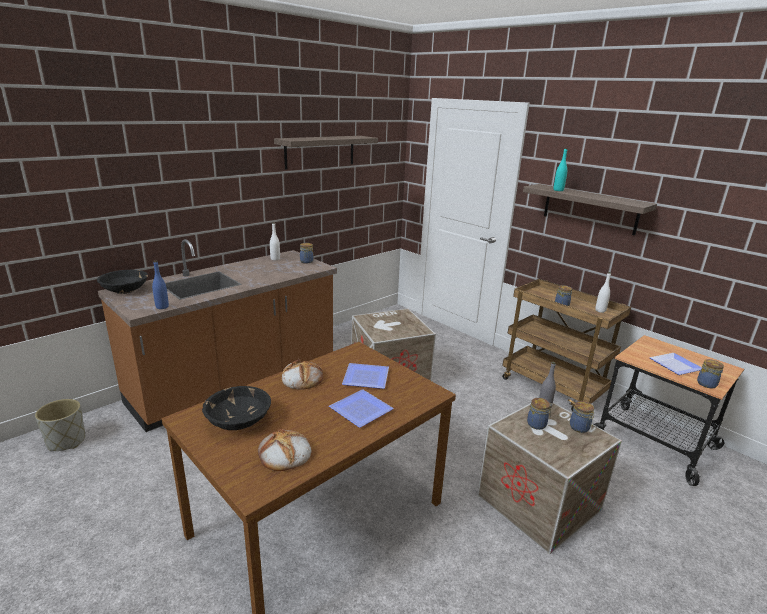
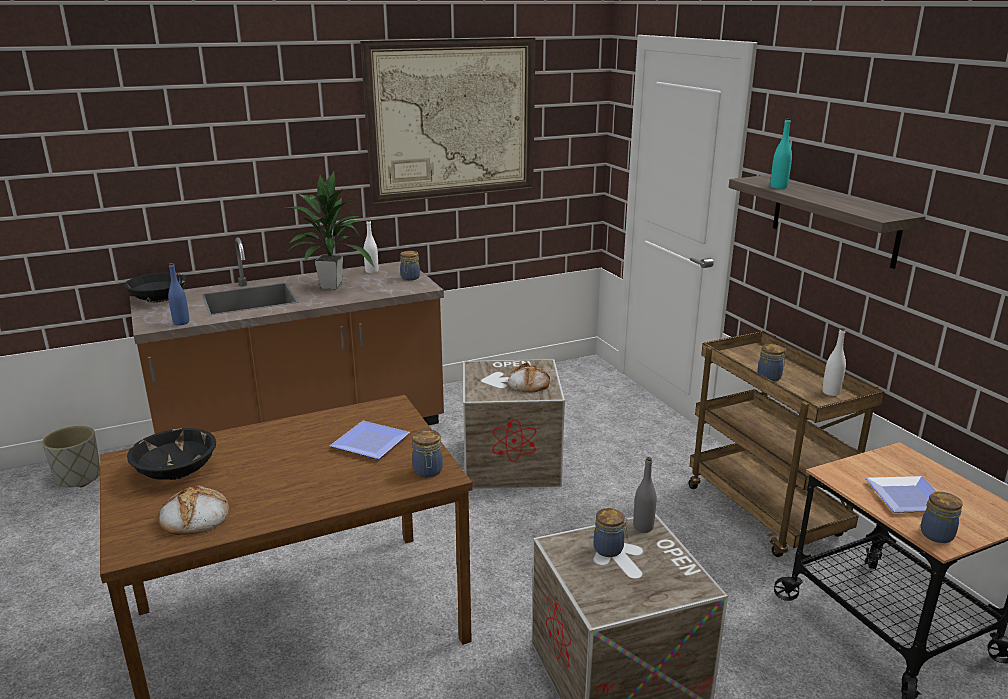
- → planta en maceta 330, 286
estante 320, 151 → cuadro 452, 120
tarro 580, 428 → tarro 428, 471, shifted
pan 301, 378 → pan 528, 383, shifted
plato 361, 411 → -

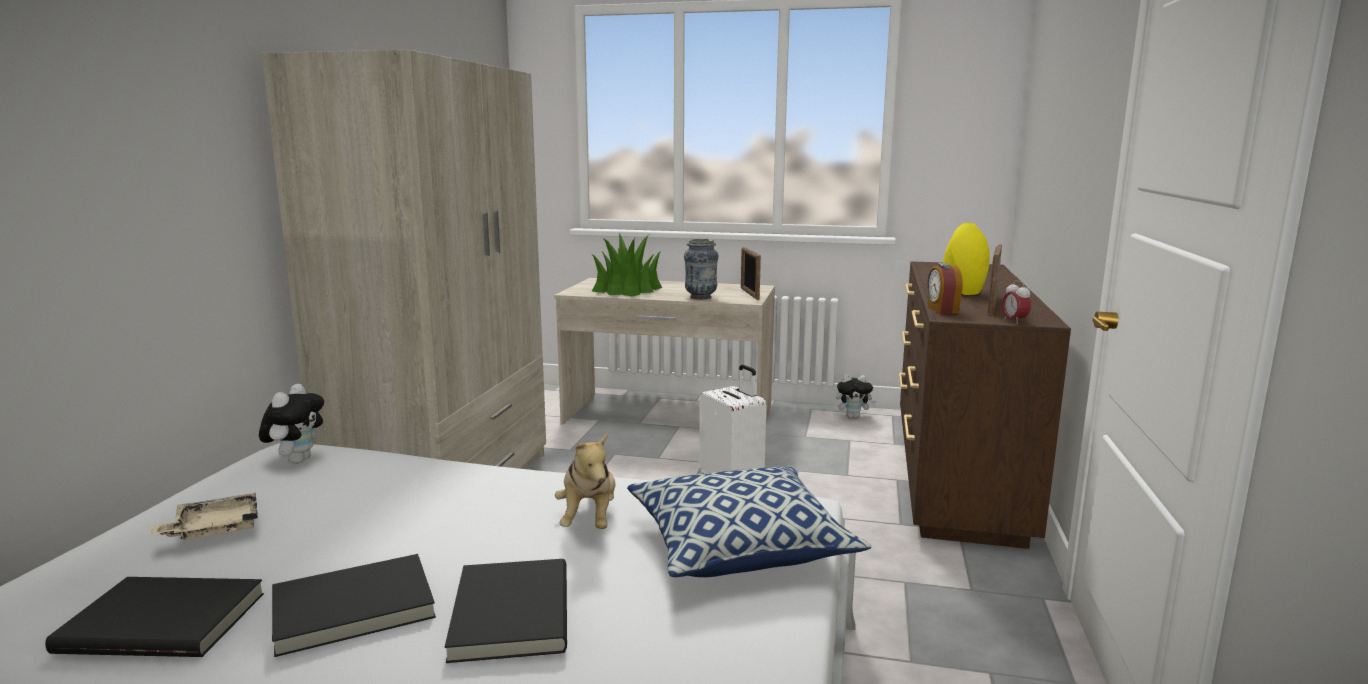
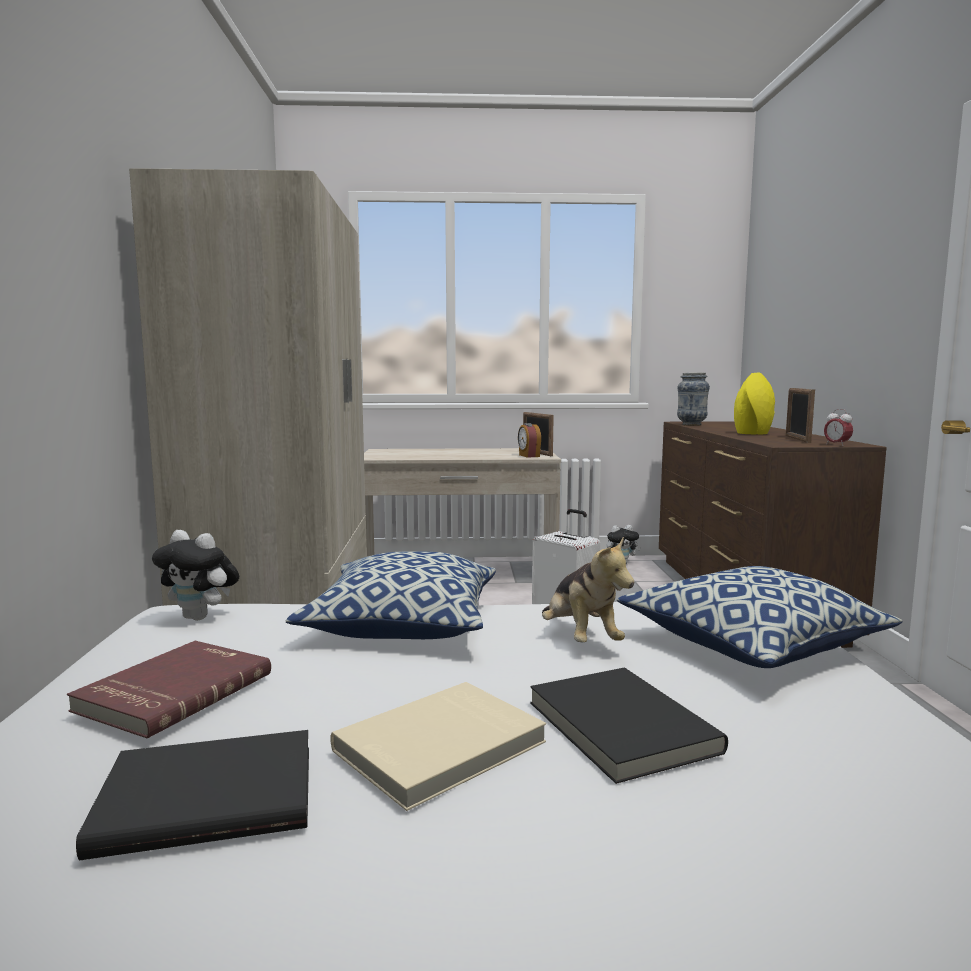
bandeja [beis] 214, 529 → libro [rojo] 173, 691
peluche 297, 460 → peluche 201, 617, 120 degrees clockwise
- → cojín 403, 624
libro [negro] 353, 609 → libro [beis] 442, 748
despertador 942, 310 → despertador 528, 456, shifted
florero 700, 297 → florero 691, 425, shifted
planta en maceta 627, 289 → -

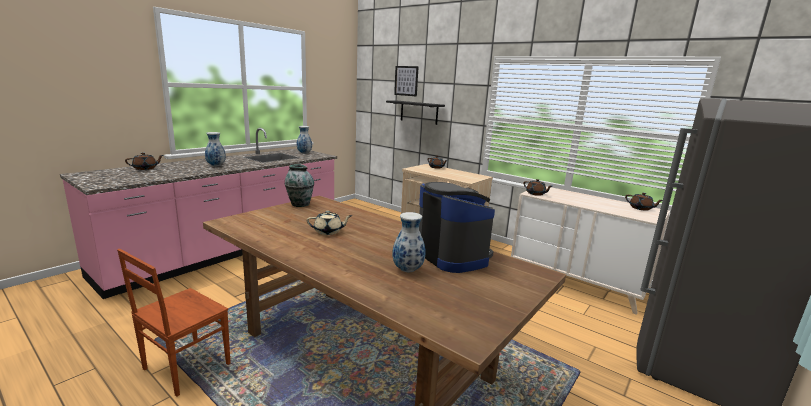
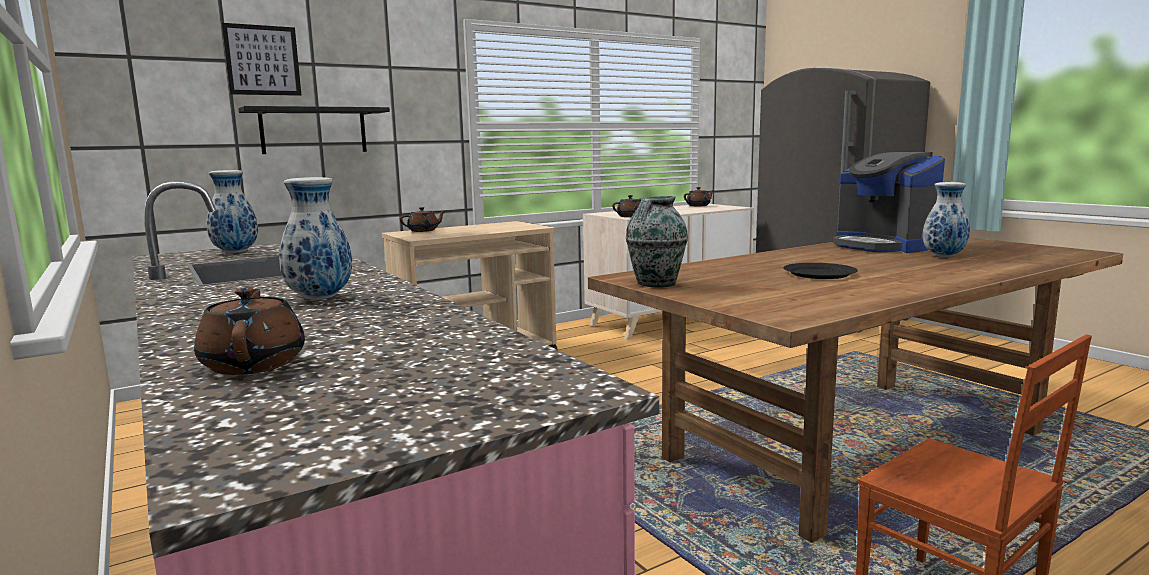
tetera [beis] 328, 231 → plato [negro] 819, 273
cafetera 453, 256 → cafetera 883, 246, 105 degrees counterclockwise

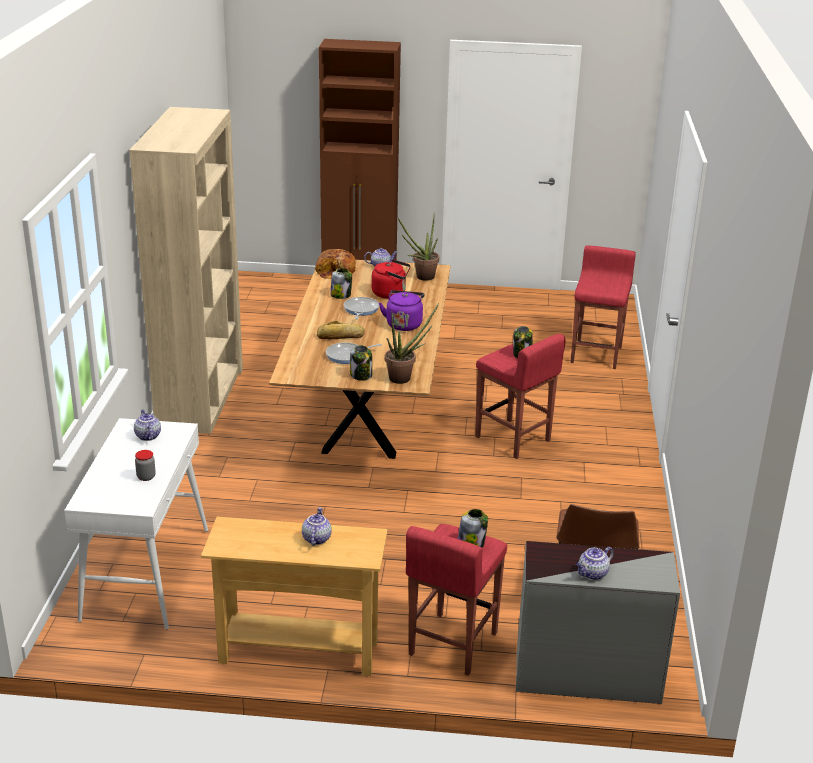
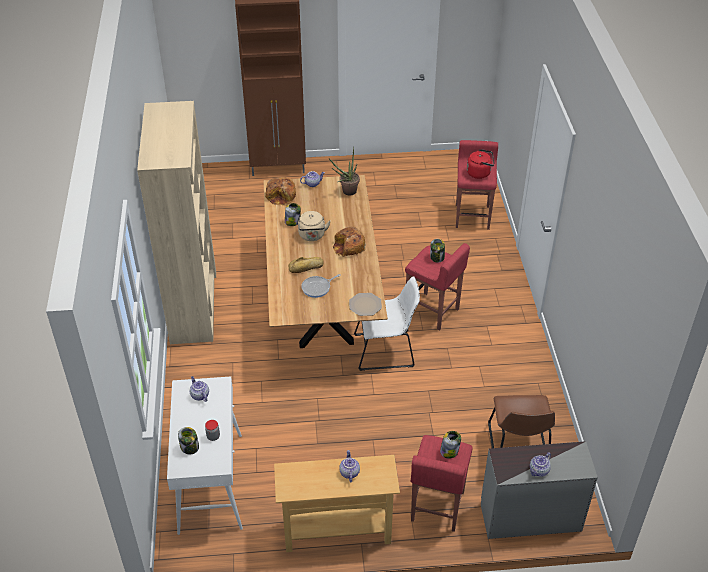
tarro 361, 375 → tarro 190, 447, shifted
sartén 360, 310 → hervidor [beis] 312, 236
hervidor [morado] 404, 324 → pan 348, 247
planta en maceta 404, 378 → plato 365, 305
- → silla [blanco] 387, 350
hervidor [rojo] 391, 294 → hervidor [rojo] 480, 173, shifted

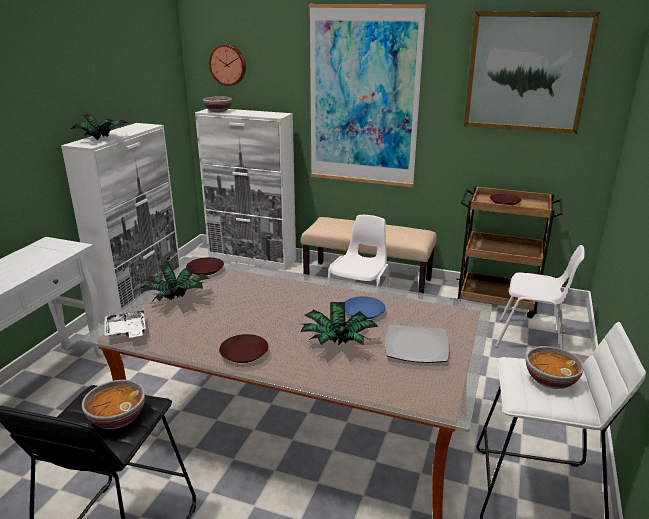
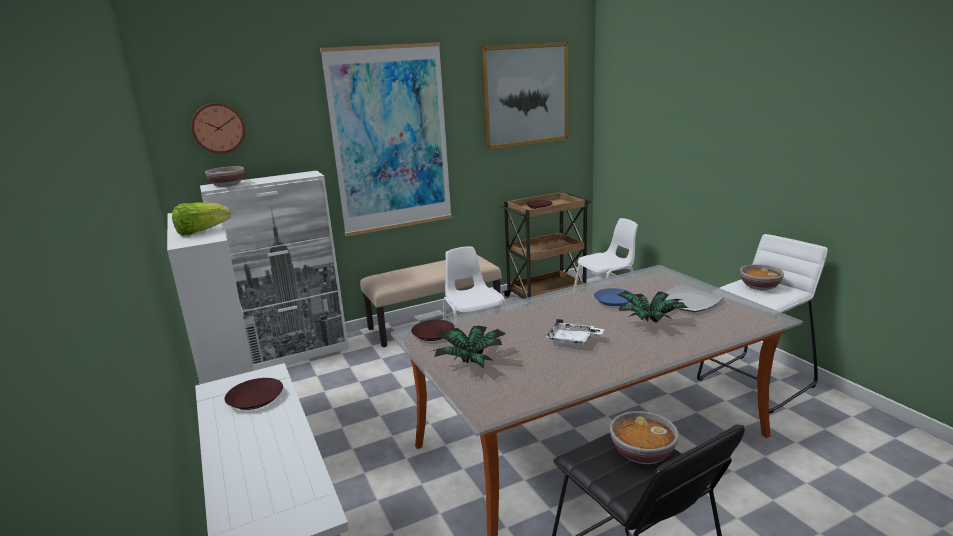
planta en maceta 102, 139 → lechuga 201, 232
plato [marrón] 244, 352 → plato [marrón] 255, 398, shifted
bandeja [blanco] 126, 332 → bandeja [blanco] 572, 340, shifted

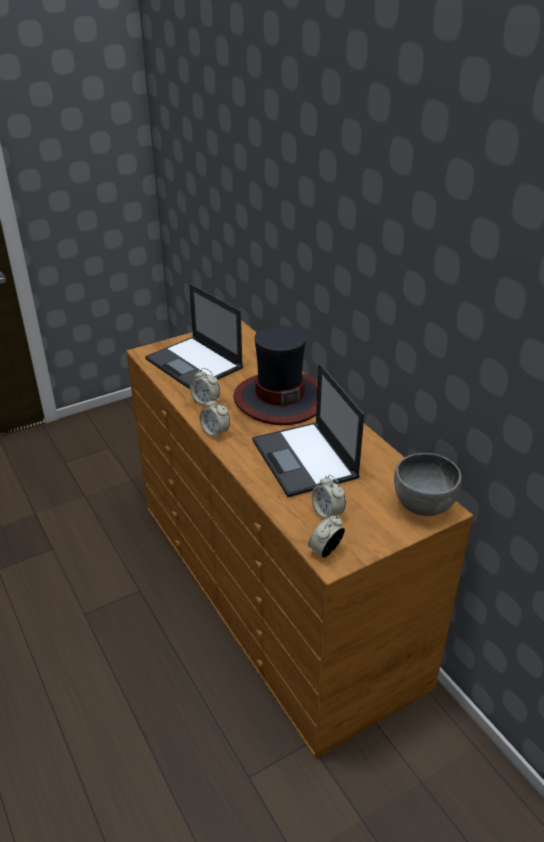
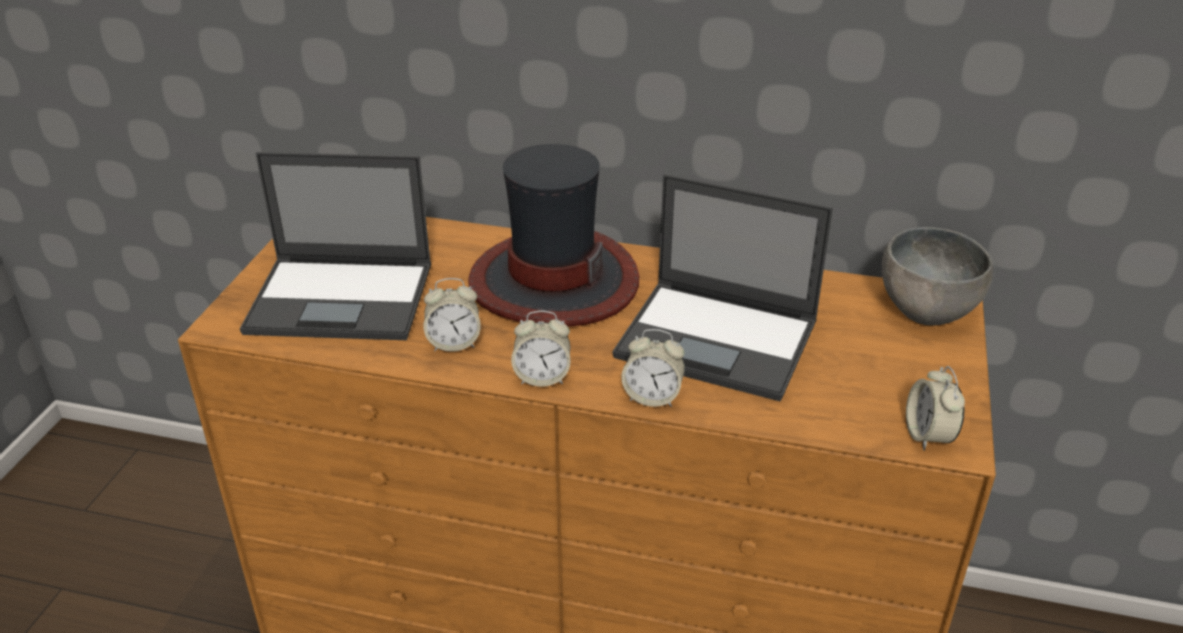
despertador 327, 513 → despertador 652, 397, shifted

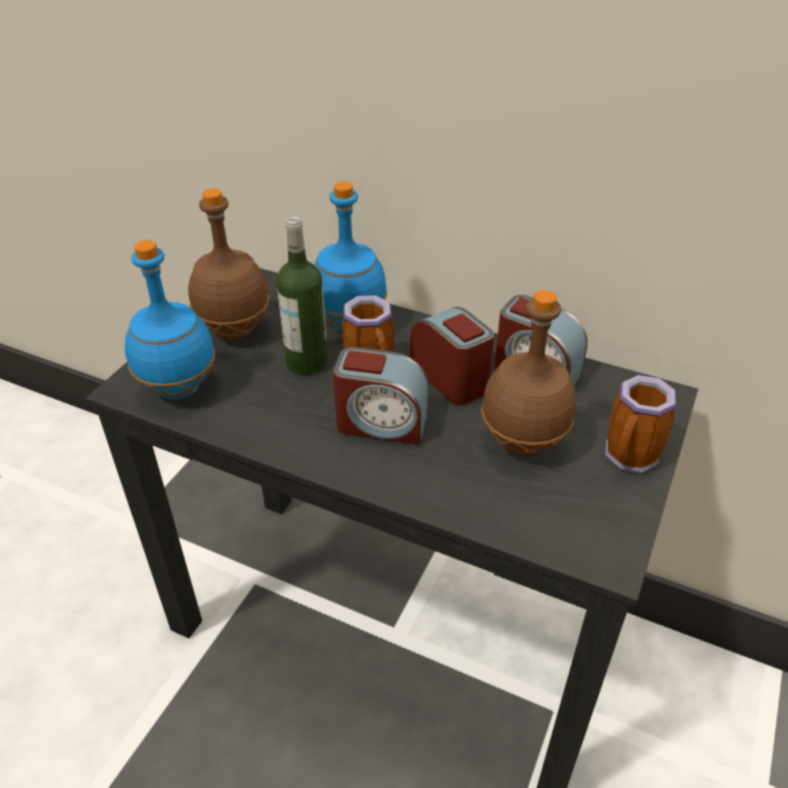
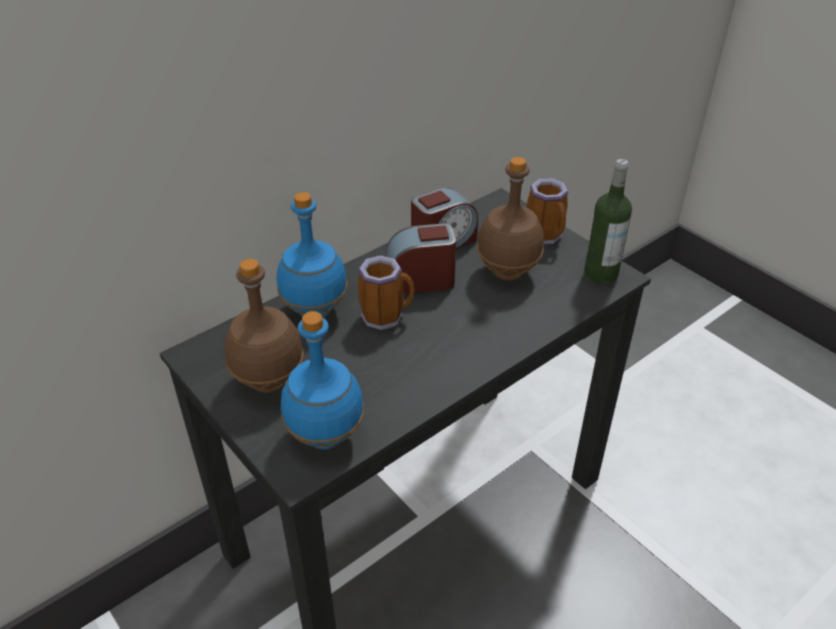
botella 306, 362 → botella 600, 274, shifted
despertador 381, 423 → -

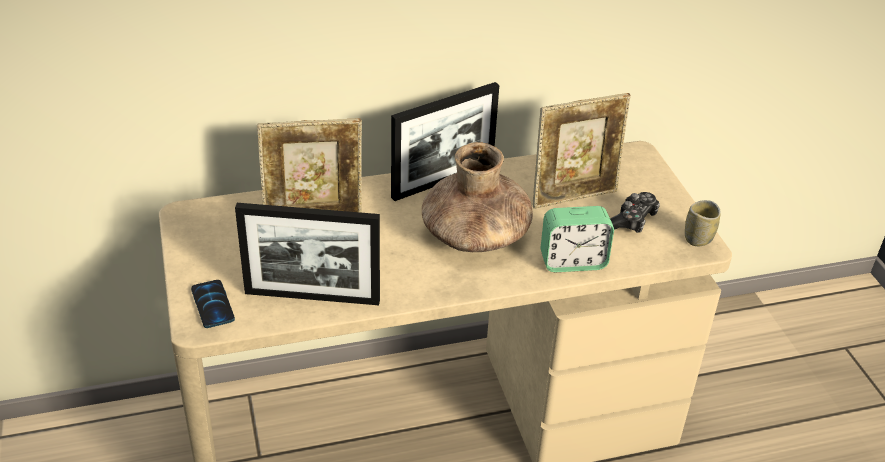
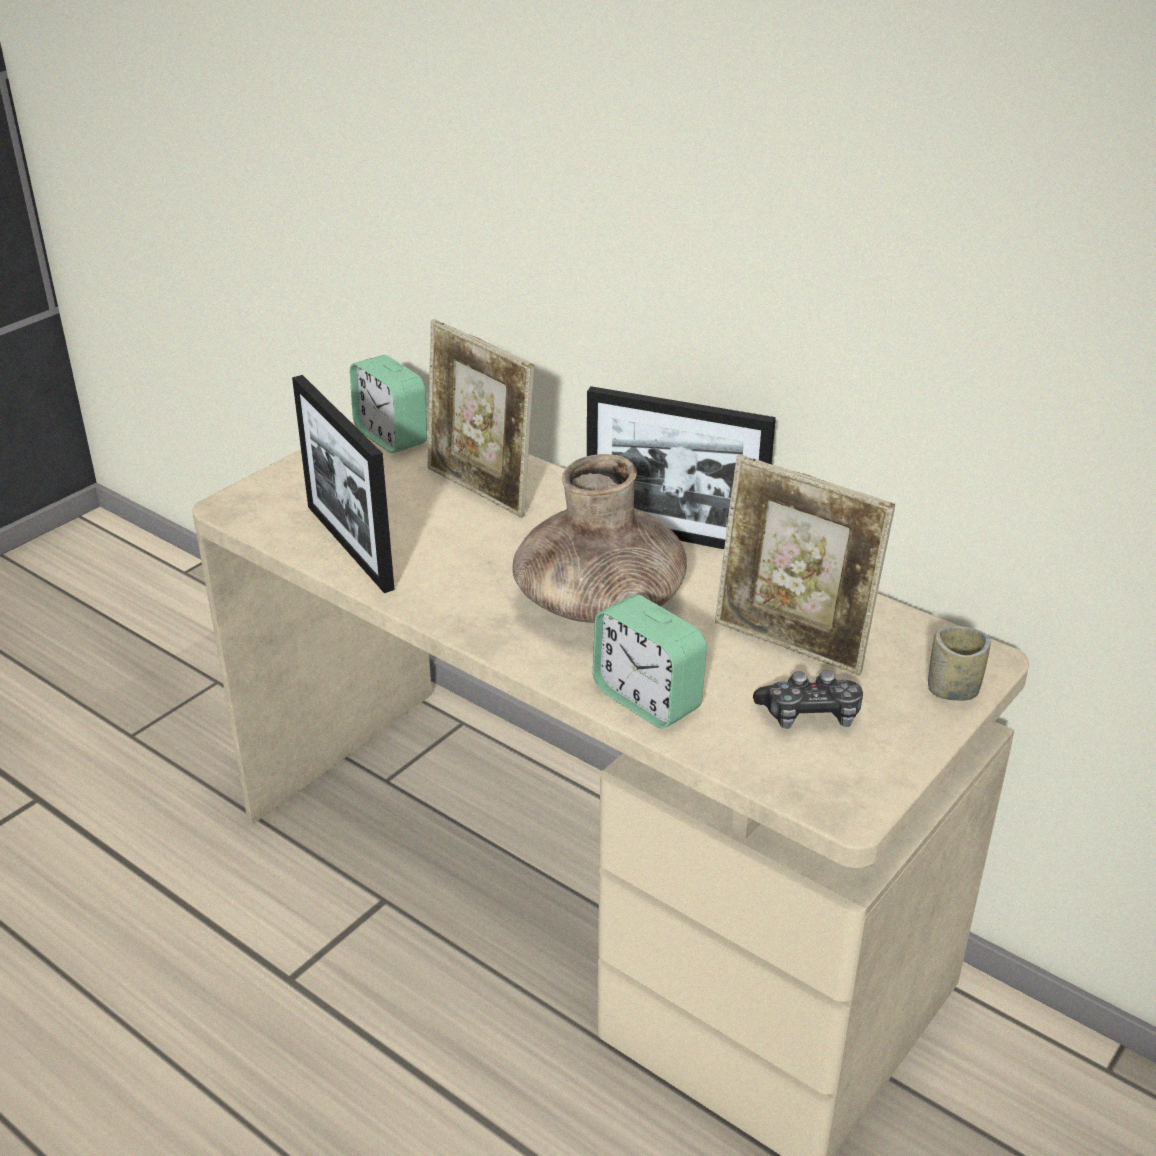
- → despertador 391, 437
taza 698, 238 → taza 952, 690, shifted
móvil 212, 304 → -

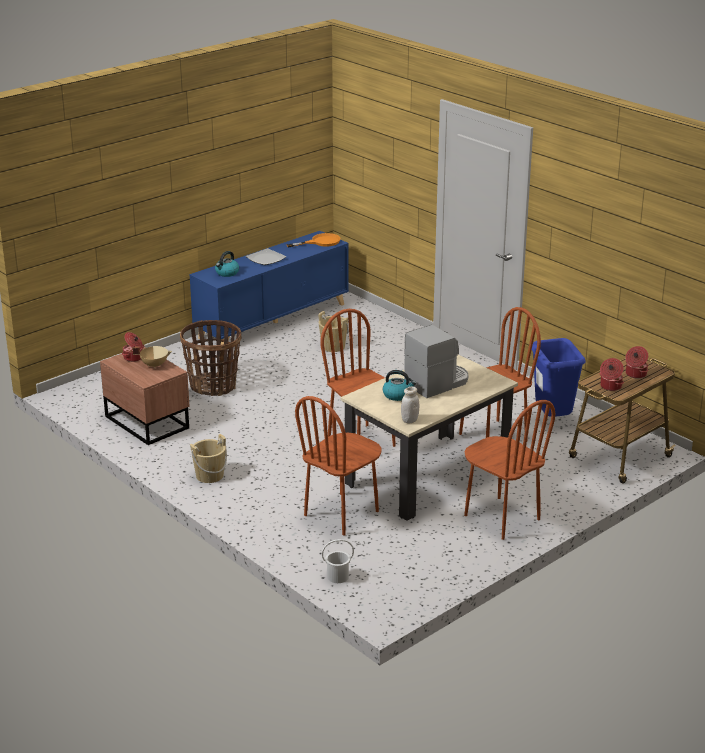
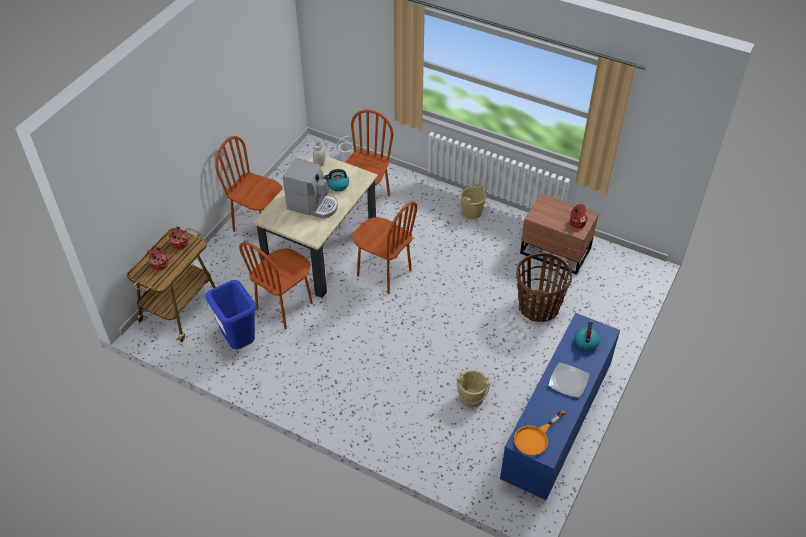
cafetera 437, 383 → cafetera 313, 205, 105 degrees counterclockwise
olla [beis] 154, 365 → -

